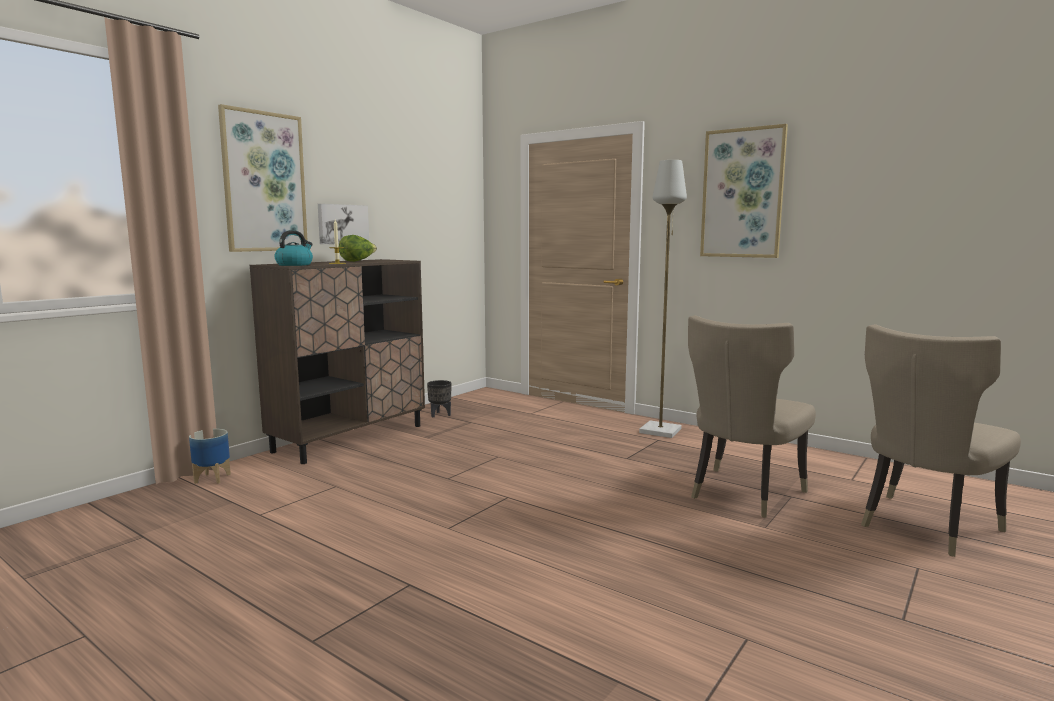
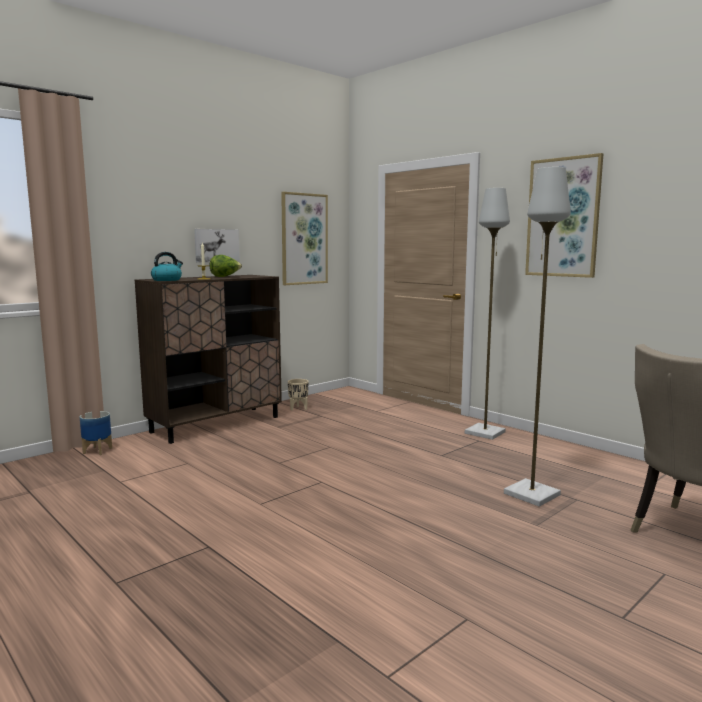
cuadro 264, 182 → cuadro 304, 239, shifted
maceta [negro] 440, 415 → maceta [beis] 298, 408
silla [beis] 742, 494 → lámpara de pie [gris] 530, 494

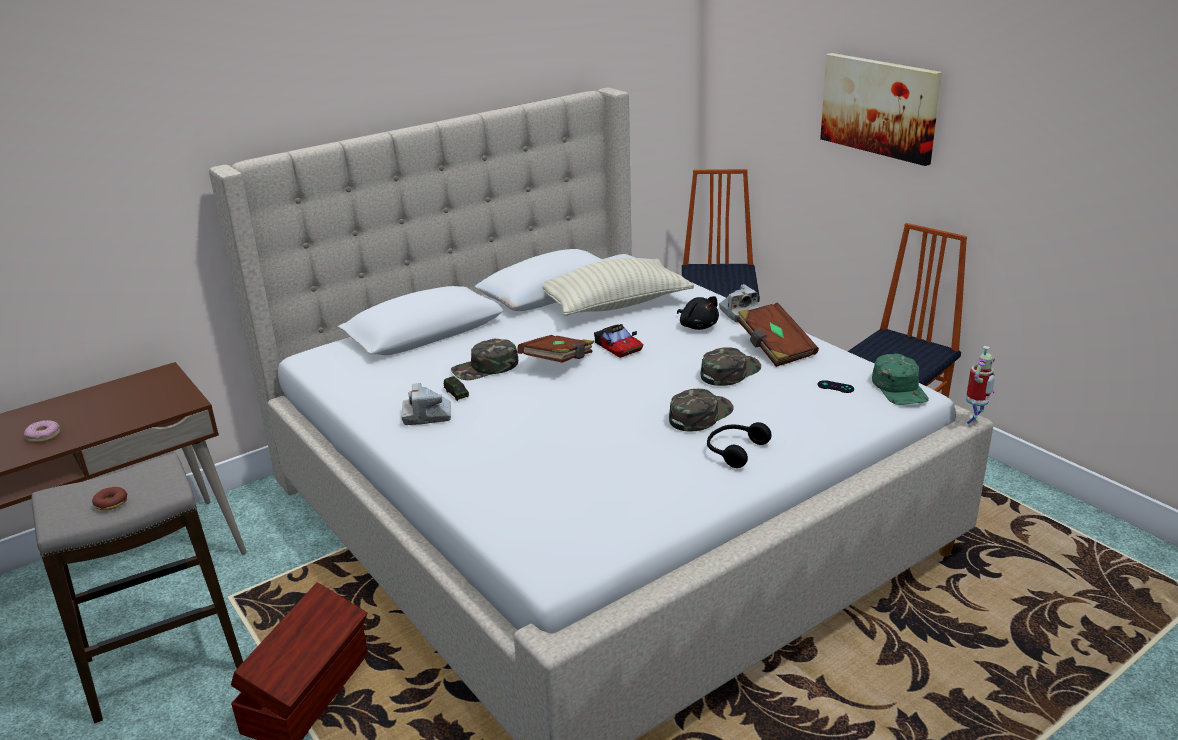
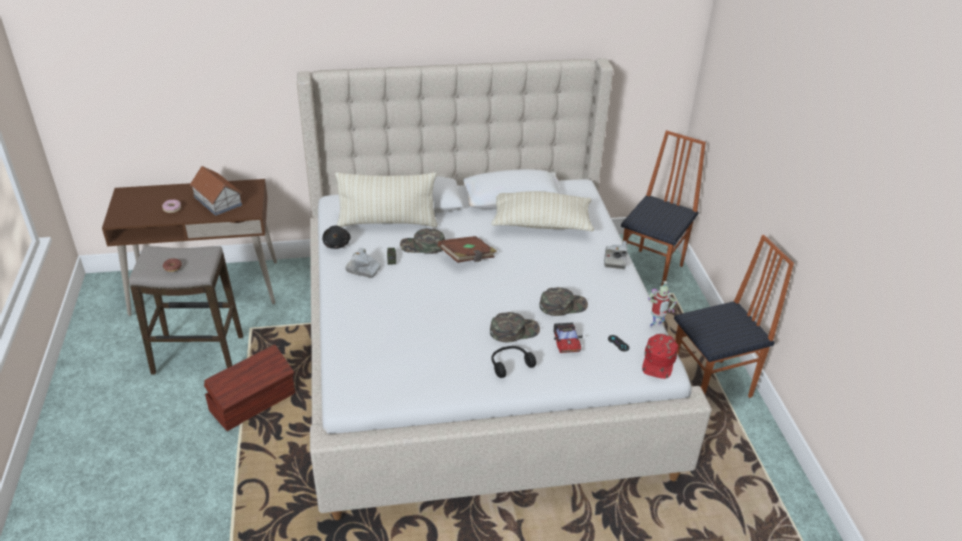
- → casita 217, 201
peluche [negro] 697, 326 → peluche [negro] 337, 244, shifted
- → cojín [beis] 387, 222
coche de juguete 618, 347 → coche de juguete 566, 341, shifted
gorra [verde] 900, 388 → gorra [rojo] 659, 361
robot de juguete 973, 424 → robot de juguete 655, 327, shifted
libro [marrón] 774, 348 → -
cuadro 879, 107 → -

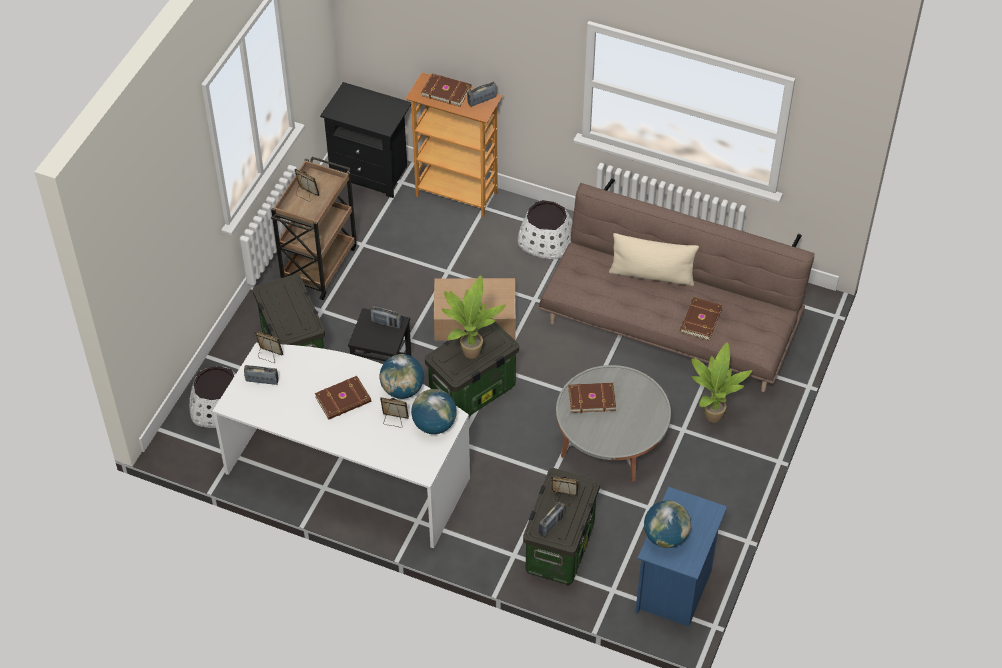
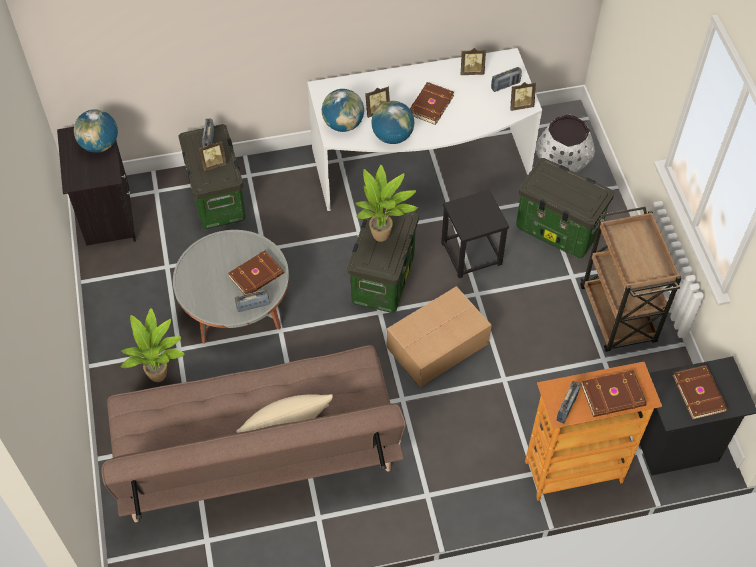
mesita de noche [azul] 675, 590 → mesita de noche [negro] 107, 216
radio 386, 323 → radio 253, 306, shifted
portarretratos 306, 195 → portarretratos 471, 71, shifted
libro [marrón] 699, 320 → libro [marrón] 700, 392, shifted
maceta [blanco] 545, 241 → -

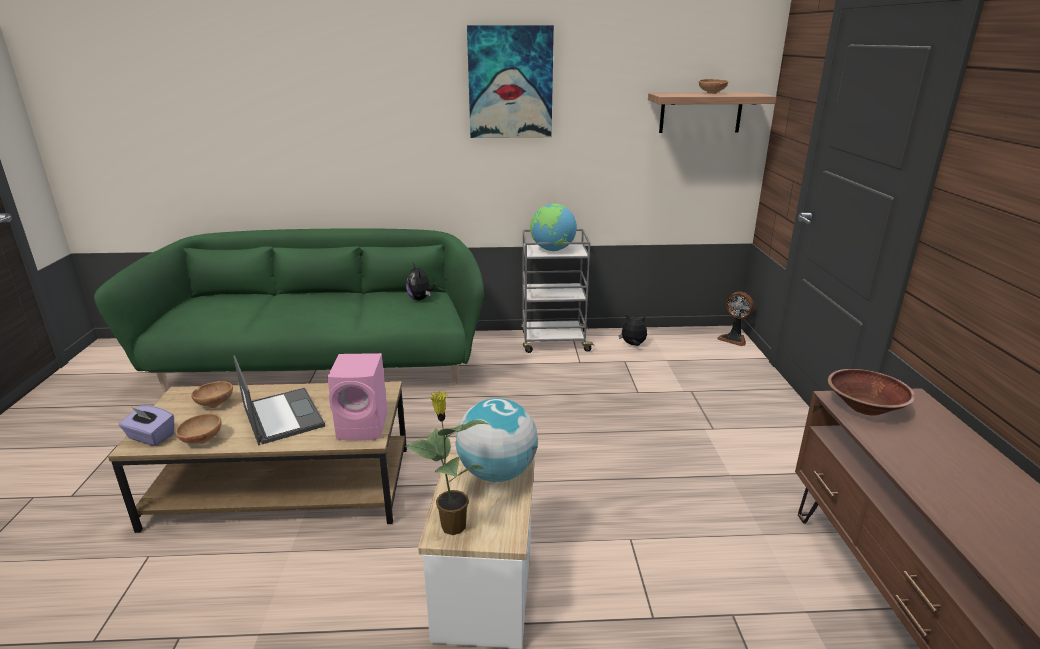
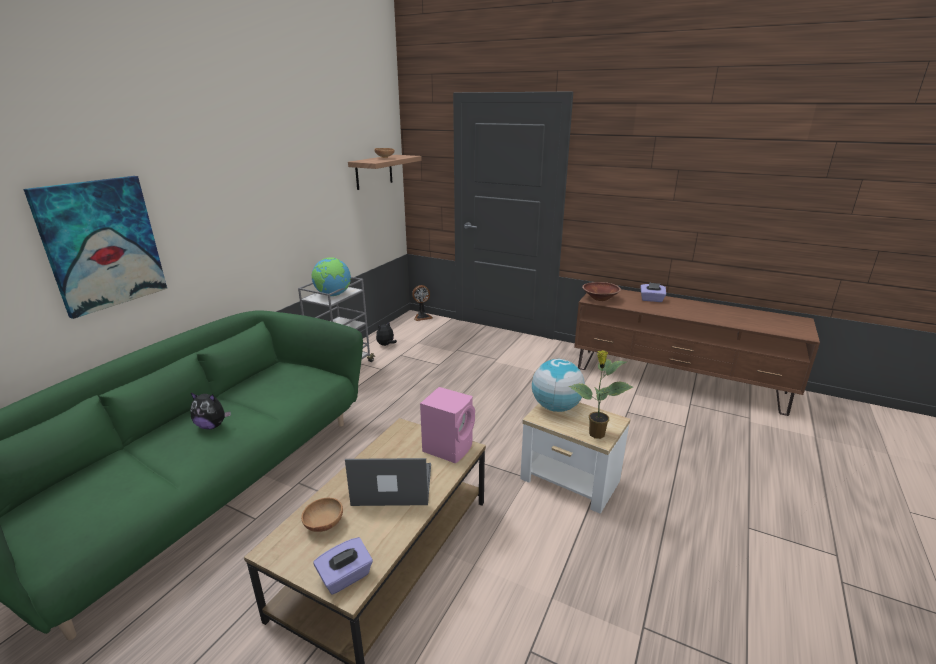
cuadro 510, 82 → cuadro 102, 244, shifted
peluche 420, 299 → peluche 212, 426, shifted
- → caja de pañuelos [morado] 651, 299
cuenco [marrón] 201, 439 → -

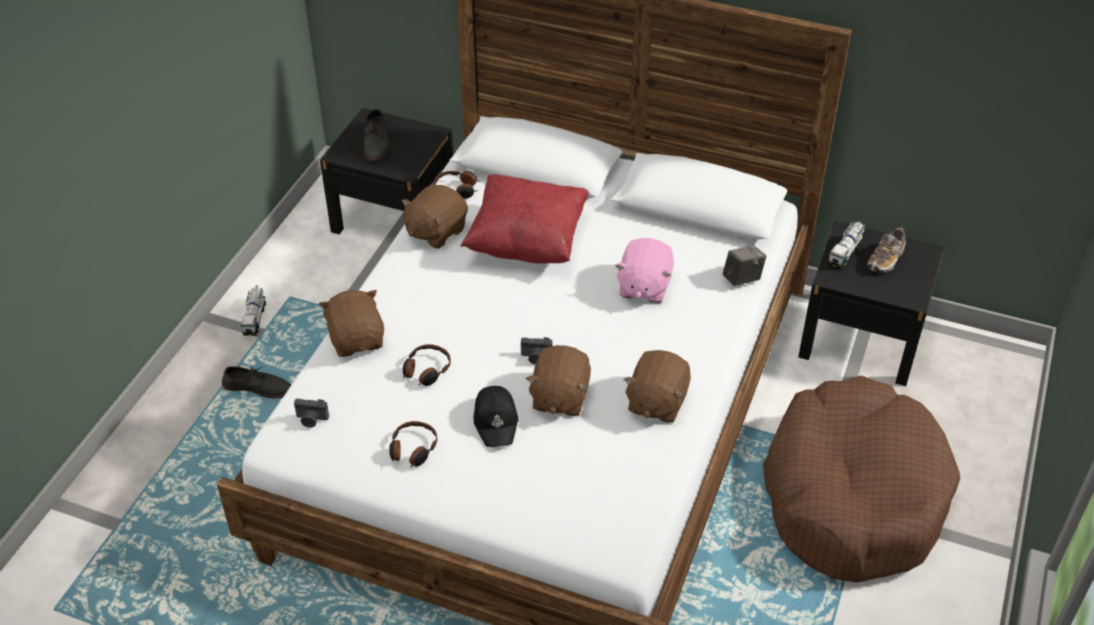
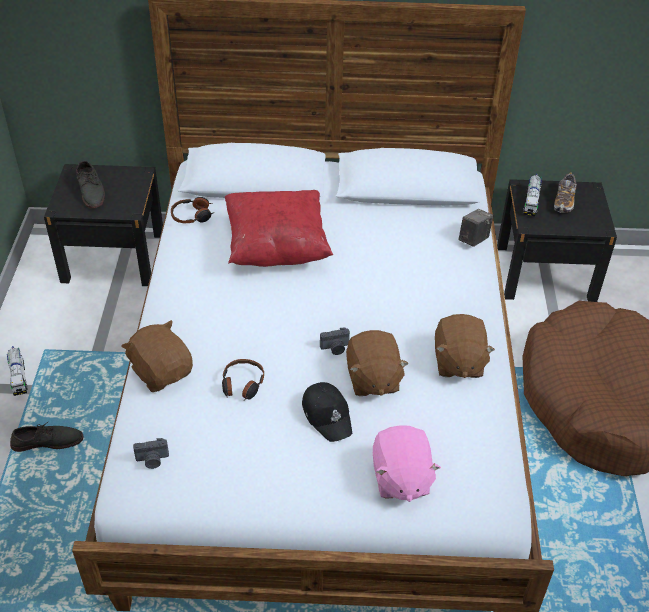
peluche [rosa] 643, 287 → peluche [rosa] 400, 478, shifted
auriculares 412, 450 → -
peluche [marrón] 435, 231 → -

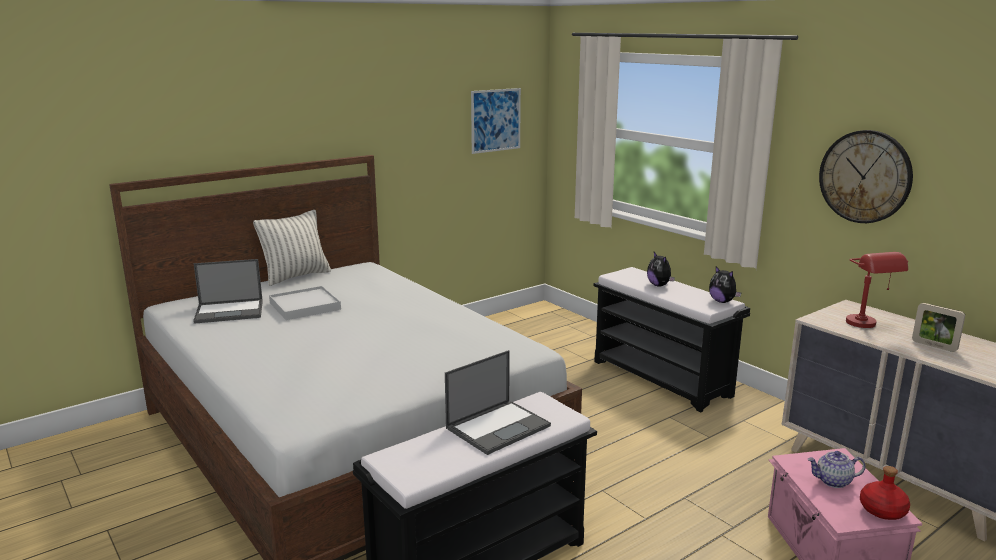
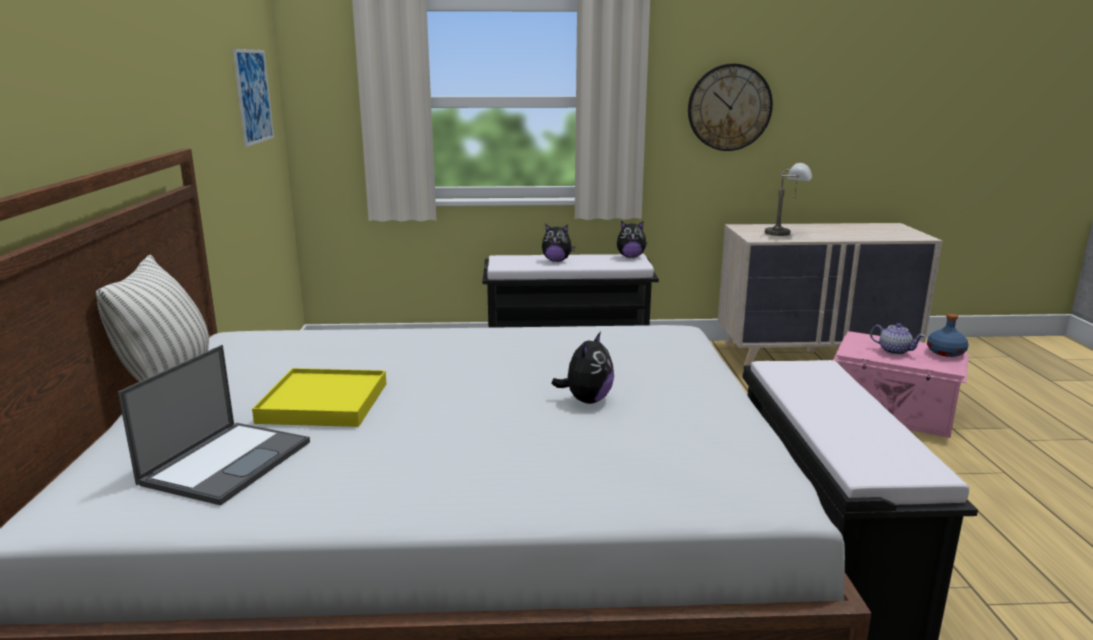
bandeja [blanco] 305, 306 → bandeja [amarillo] 324, 403
- → peluche 586, 400
lámpara de mesa [rojo] 868, 326 → lámpara de mesa [gris] 786, 233
tetera 833, 481 → tetera 894, 351, 90 degrees counterclockwise
botella [rojo] 883, 511 → botella [azul] 946, 352
portátil 498, 426 → -
portarretratos 934, 346 → -

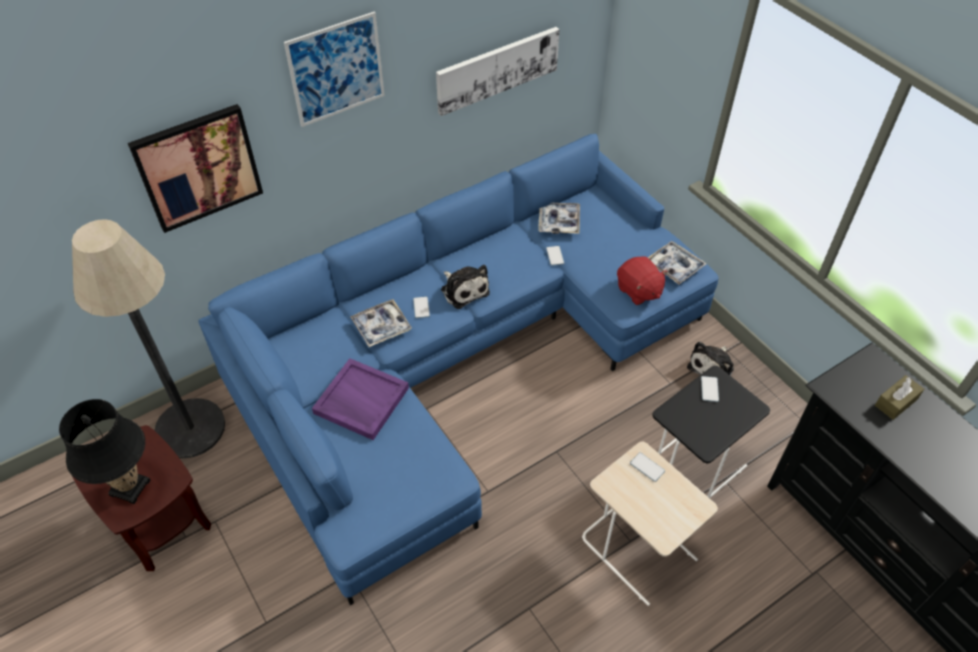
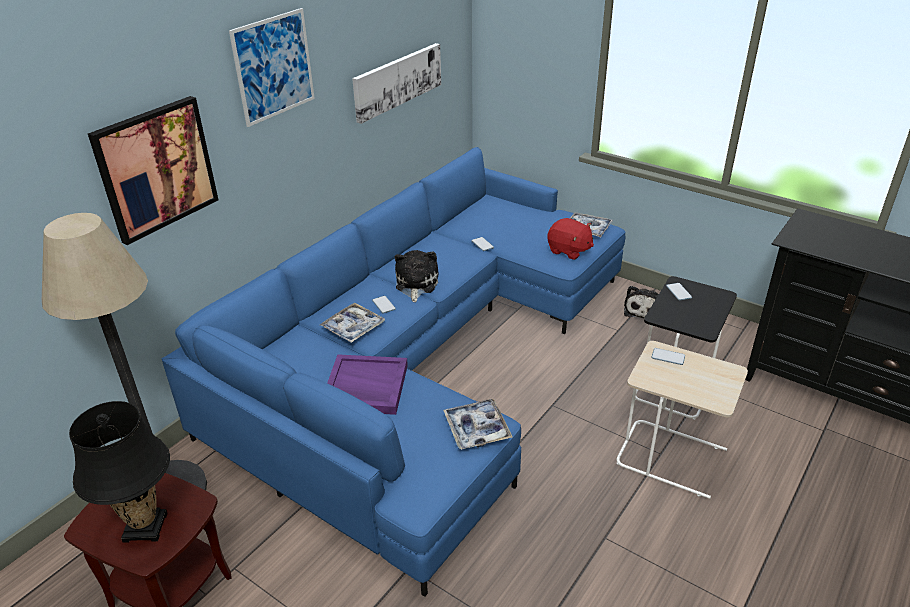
peluche 464, 290 → peluche 415, 284, 120 degrees counterclockwise
bandeja 559, 222 → bandeja 477, 429, shifted
caja de pañuelos [marrón] 896, 402 → -

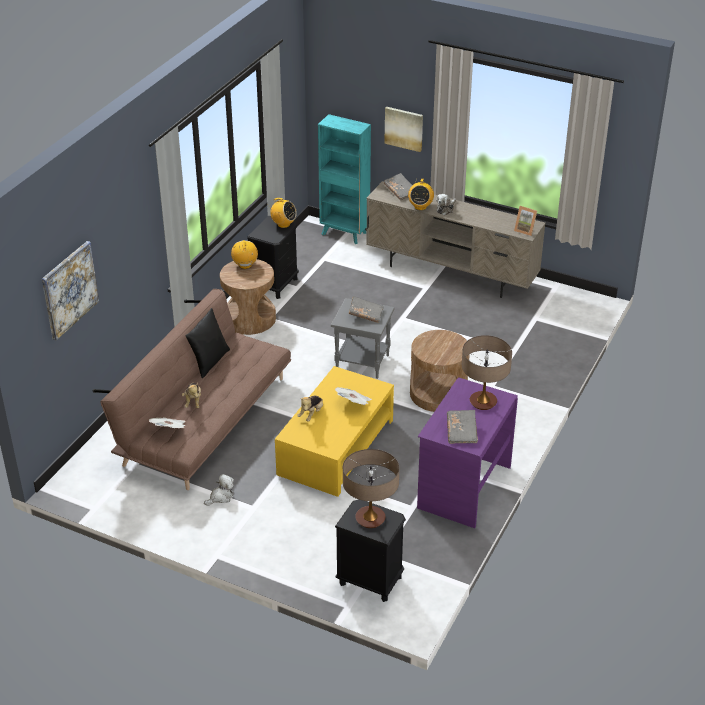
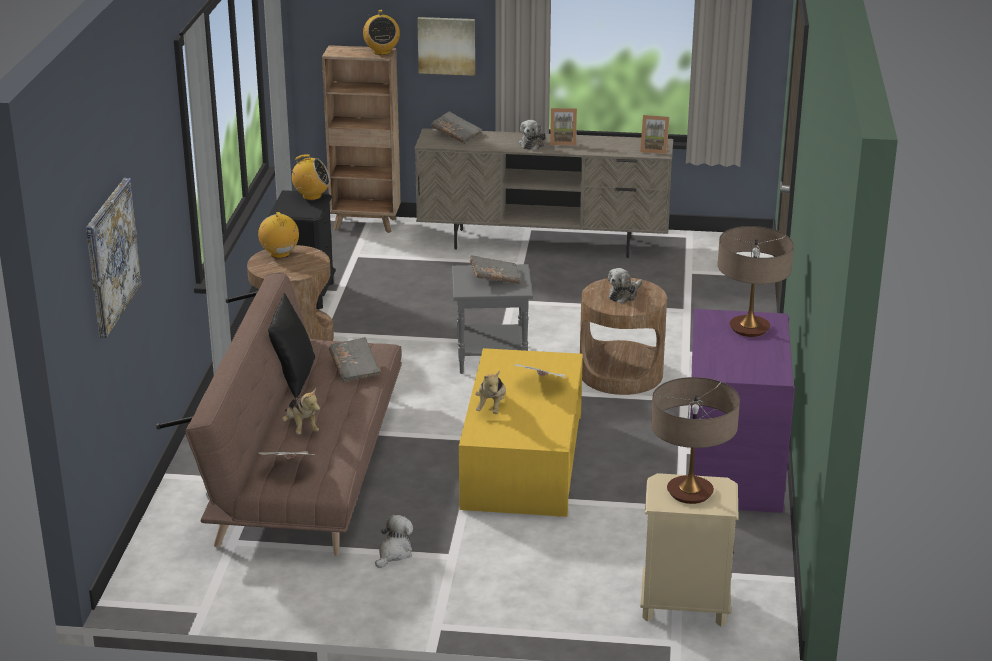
estantería [turquesa] 345, 234 → estantería [marrón] 366, 224
libro [gris] 461, 432 → libro [gris] 354, 368, shifted
radio 420, 206 → radio 381, 52, shifted
- → portarretratos 563, 142
- → peluche 624, 295
mesita de noche [negro] 369, 581 → mesita de noche [beis] 684, 606

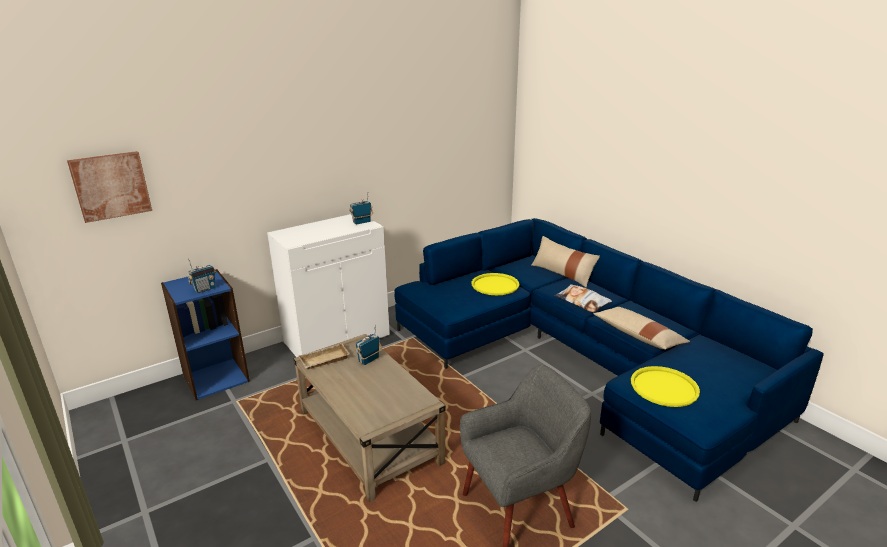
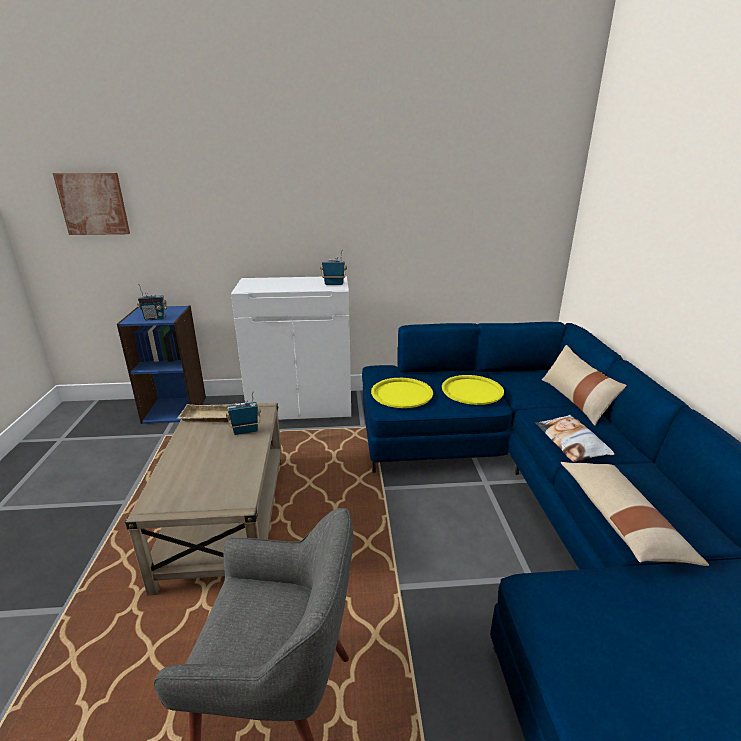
bandeja [amarillo] 664, 387 → bandeja [amarillo] 401, 393, shifted

